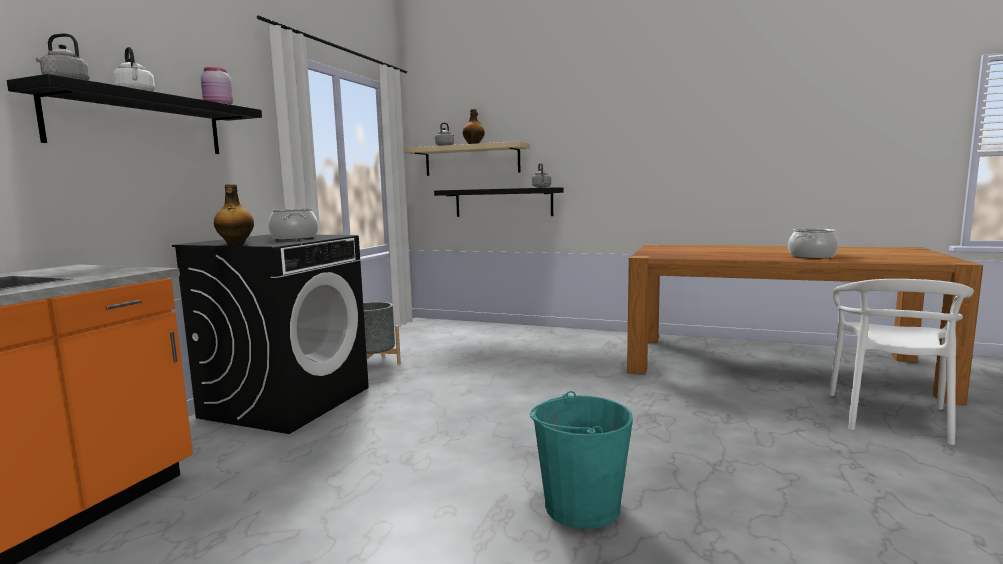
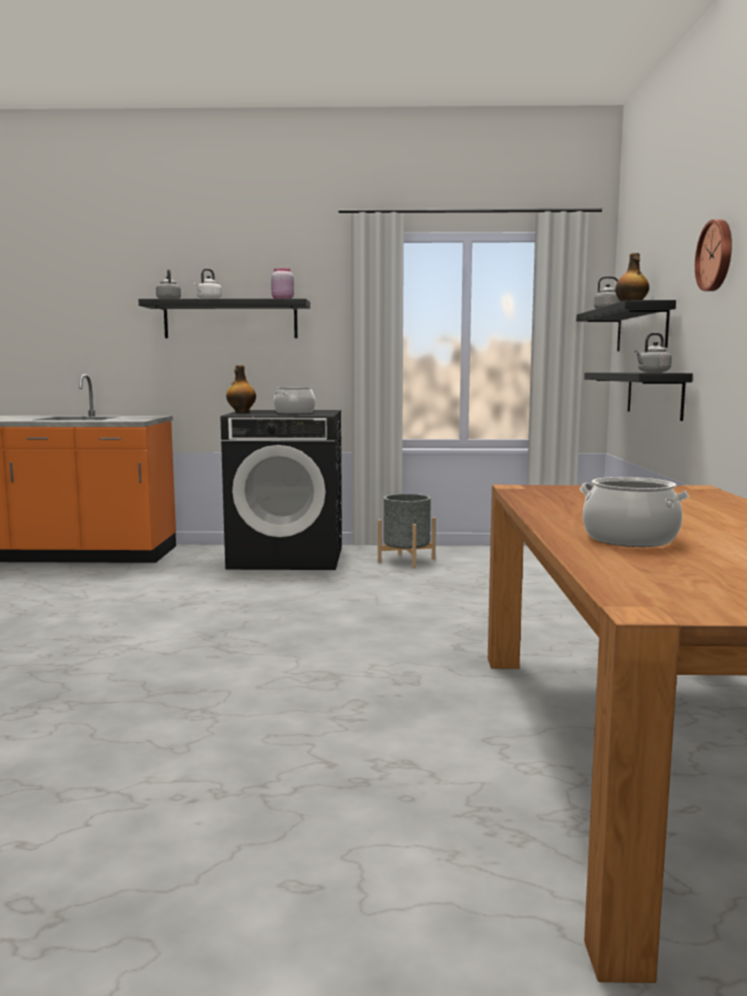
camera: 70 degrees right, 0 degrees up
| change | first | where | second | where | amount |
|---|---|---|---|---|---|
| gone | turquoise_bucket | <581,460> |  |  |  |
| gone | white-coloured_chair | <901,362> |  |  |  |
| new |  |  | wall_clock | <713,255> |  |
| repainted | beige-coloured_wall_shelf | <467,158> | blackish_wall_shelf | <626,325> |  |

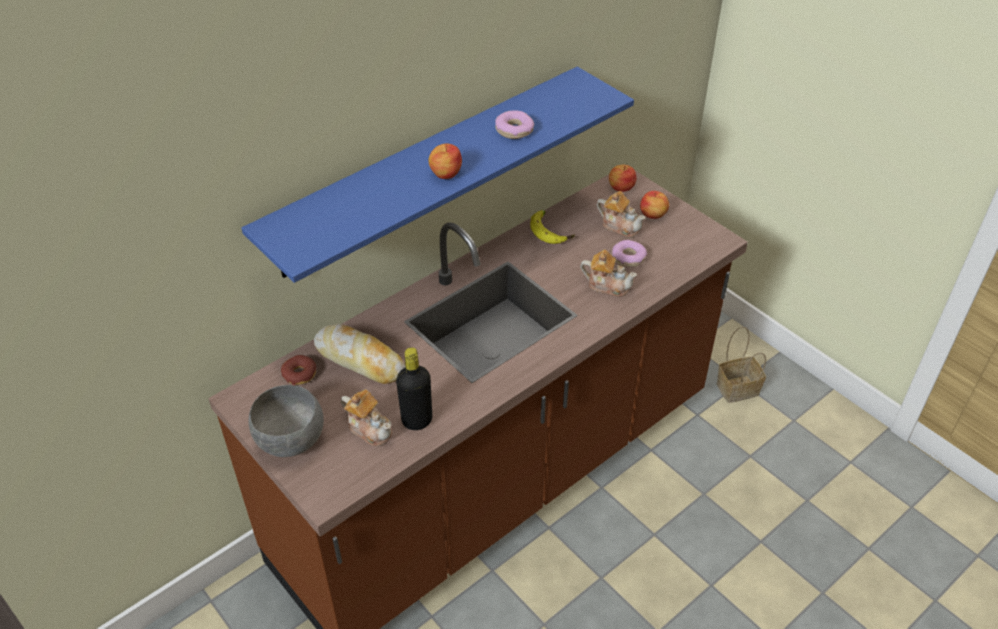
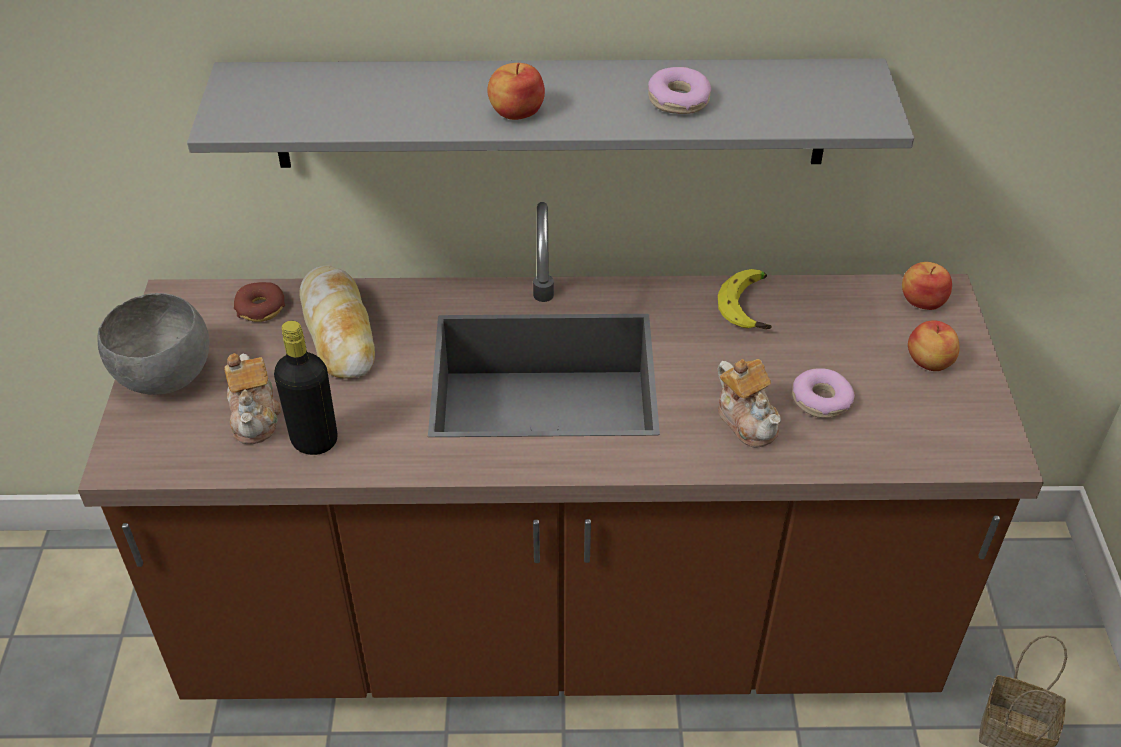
camera: 40 degrees right, 0 degrees up
| change | first | where | second | where | amount |
|---|---|---|---|---|---|
| gone | pot_for_tea | <621,214> |  |  |  |
| repainted | bluish_wall_shelf | <437,175> | gray_wall_shelf | <550,113> |  |

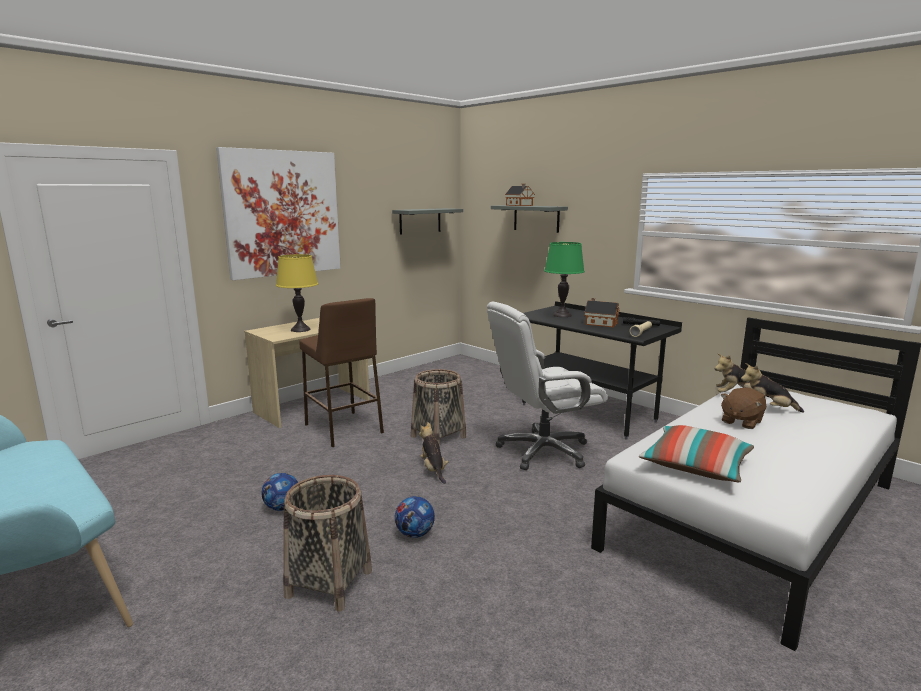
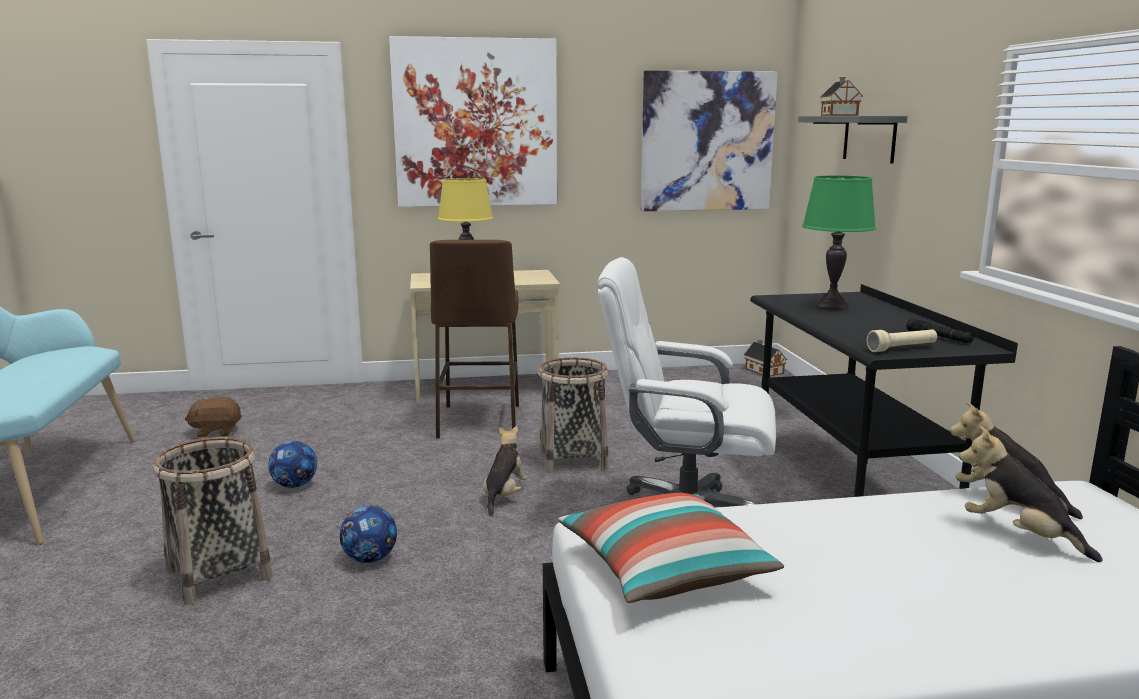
camera: 35 degrees right, 0 degrees up
| change | first | where | second | where | amount |
|---|---|---|---|---|---|
| shifted | model_house | <602,312> |  | <765,358> |  |
| shifted | brown-coloured_soft_toy | <743,408> |  | <213,417> |  |
| swapped | gray_wall_shelf | <427,221> | wall_art | <709,140> |  |

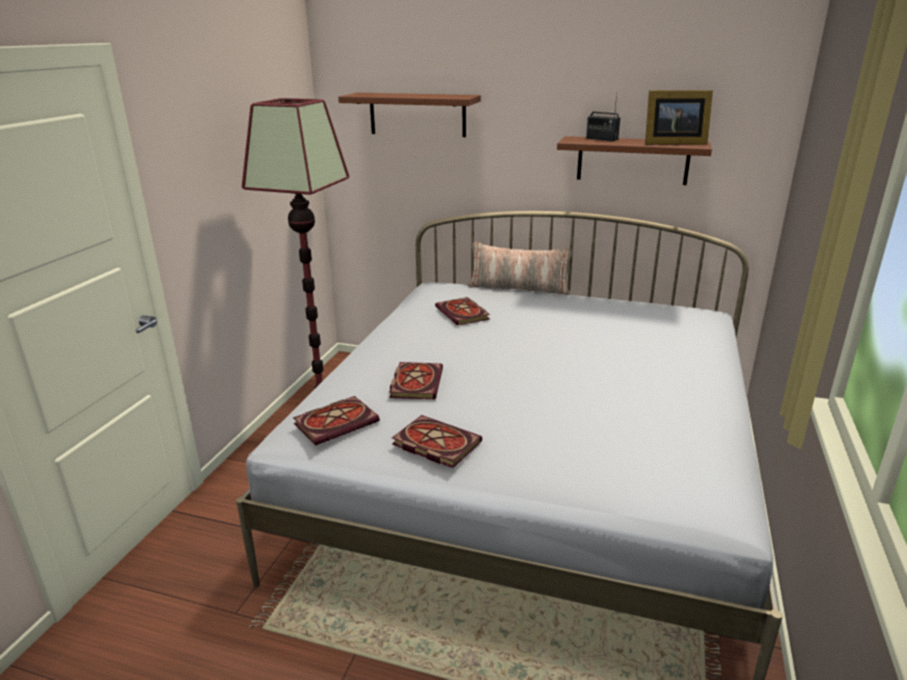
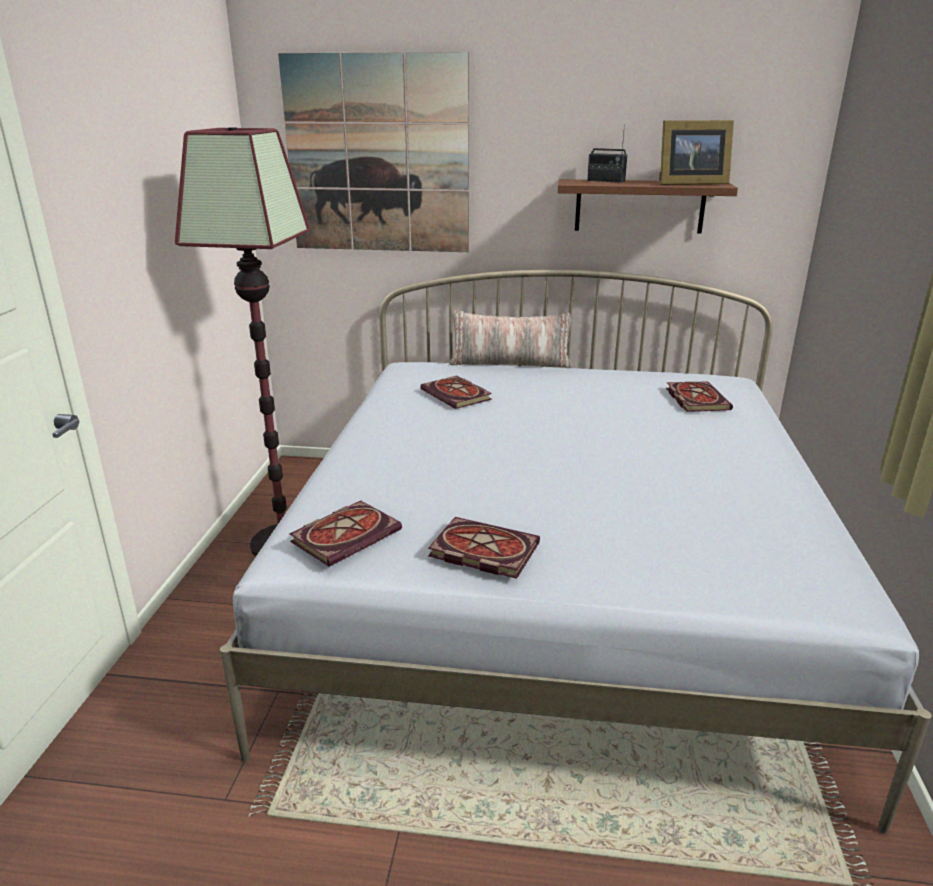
camera: 10 degrees left, 0 degrees up
| change | first | where | second | where | amount |
|---|---|---|---|---|---|
| shifted | volume | <416,380> |  | <699,396> |  |
| swapped | brown-coloured_wall_shelf | <409,115> | wall_art | <373,152> |  |

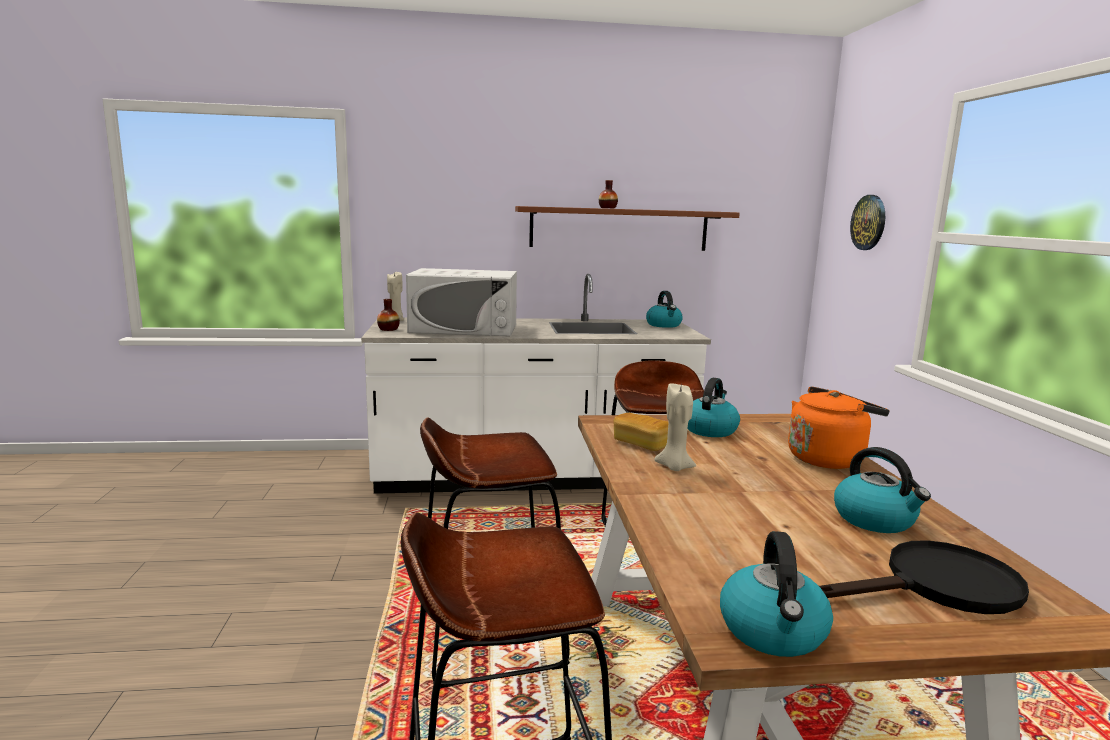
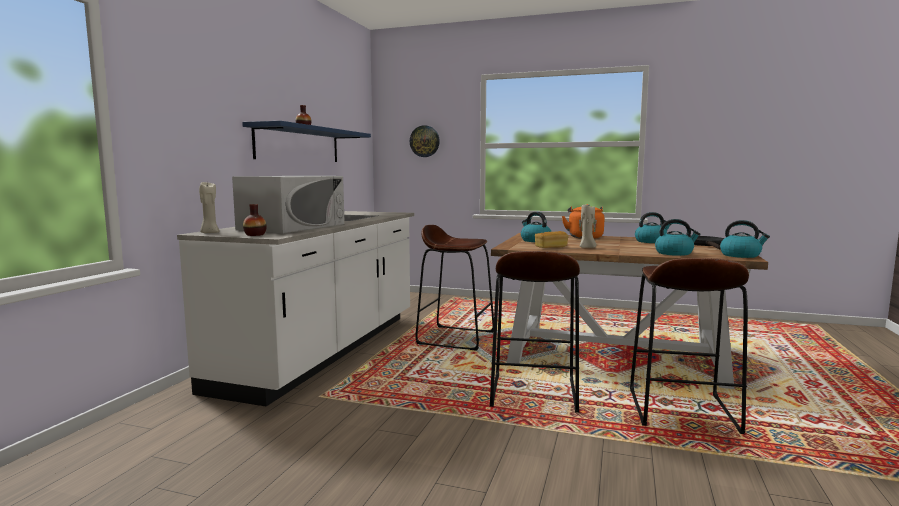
camera: 65 degrees left, 5 degrees down
| change | first | where | second | where | amount |
|---|---|---|---|---|---|
| shifted | water_kettle | <664,309> |  | <677,237> |  |
| repainted | brown-coloured_wall_shelf | <627,228> | bluish_wall_shelf | <306,141> |  |

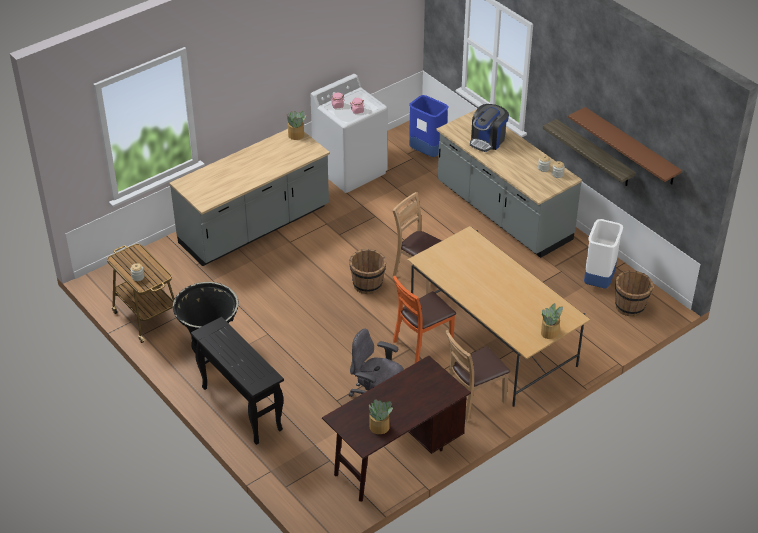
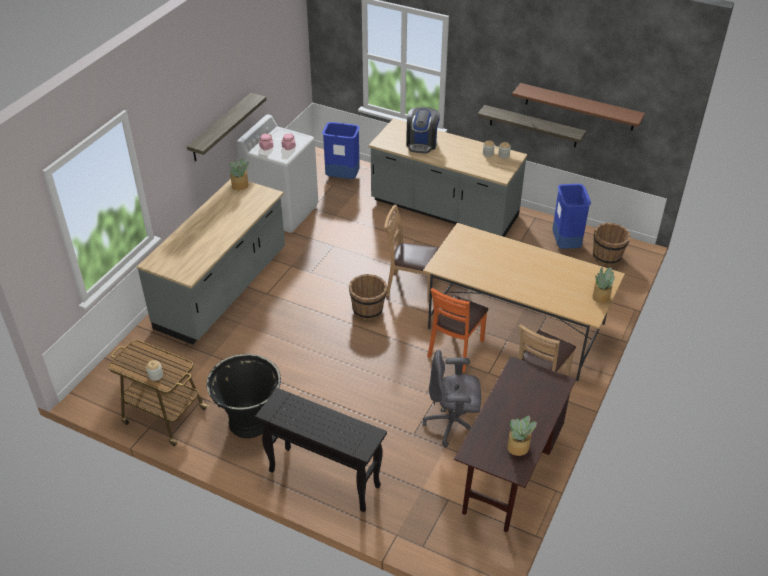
camera: 25 degrees left, 0 degrees up
| change | first | where | second | where | amount |
|---|---|---|---|---|---|
| new |  |  | wall_shelf | <226,127> |  |
| repainted | white-coloured_rubbish_bin | <603,253> | bluish_rubbish_bin | <571,216> |  |

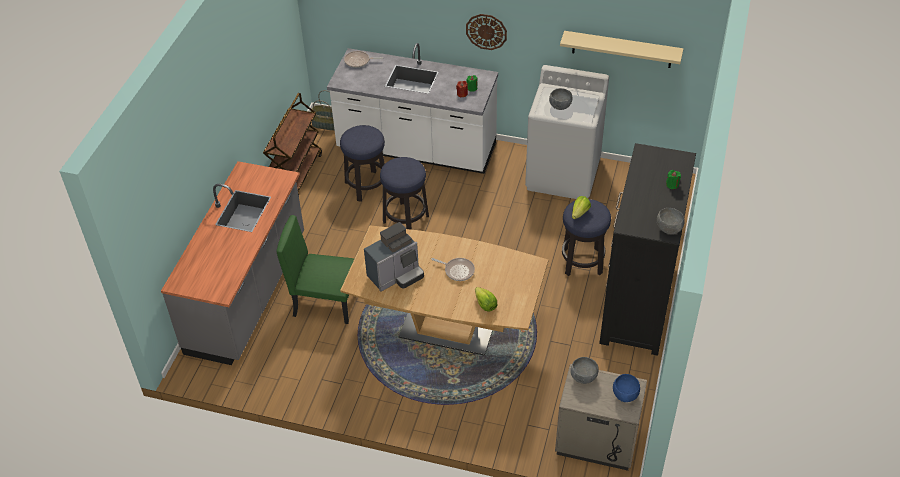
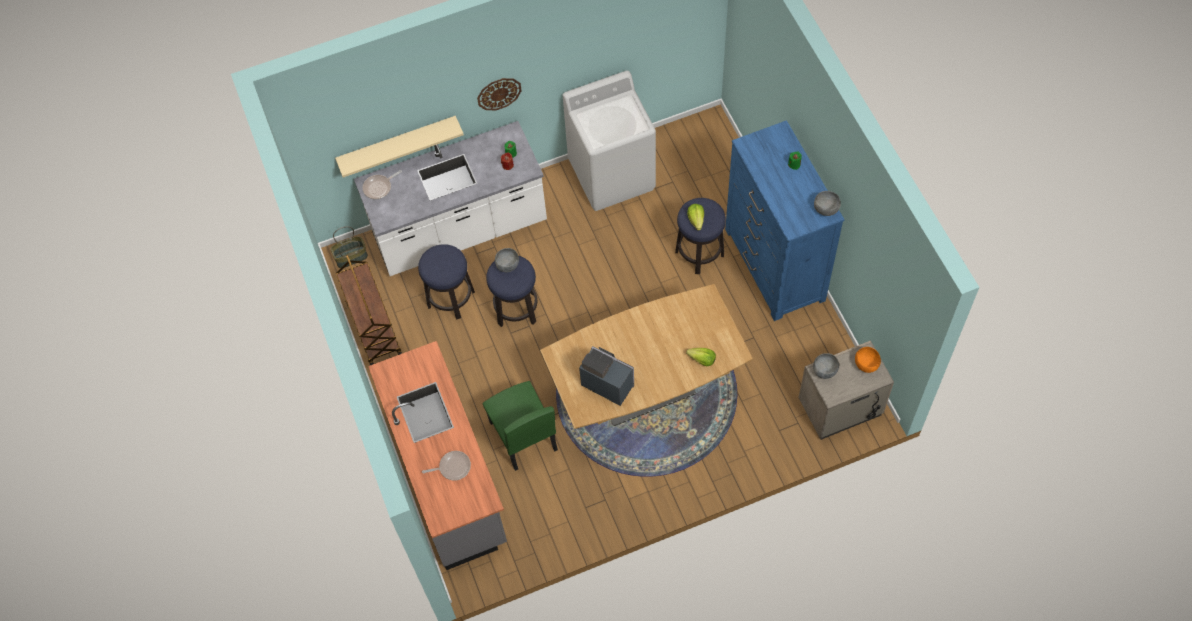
camera: 35 degrees left, 15 degrees up
| change | first | where | second | where | amount |
|---|---|---|---|---|---|
| shifted | skillet | <453,269> |  | <446,466> |  |
| shifted | gray_deep_dish | <560,99> |  | <507,260> |  |
| shifted | beige-coloured_wall_shelf | <622,49> |  | <399,147> |  |
| repainted | blackish_dresser | <647,249> | bluish_dresser | <785,220> |  |
| repainted | bluish_deep_dish | <626,388> | orange-coloured_deep_dish | <868,360> |  |
| rotated | green-coloured_chair | <315,269> |  | <520,426> | 90 degrees counterclockwise |
| rotated | coffee_machine | <394,257> |  | <606,376> | 75 degrees counterclockwise |

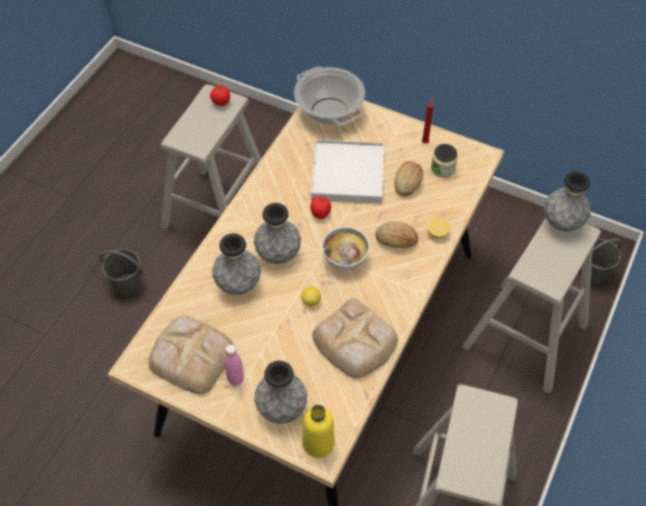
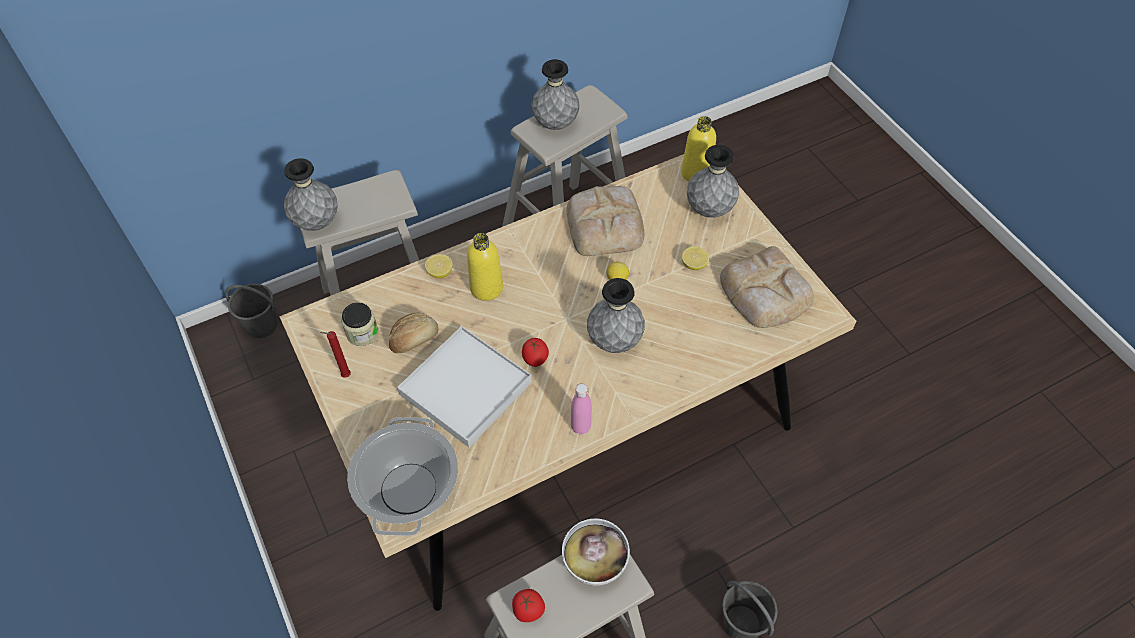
camera: 145 degrees left, 0 degrees up
| change | first | where | second | where | amount |
|---|---|---|---|---|---|
| new |  |  | whole_lemon | <695,258> |  |
| shifted | gray_vase | <236,264> |  | <555,94> |  |
| shifted | pinkish_beverage_bottle | <234,365> |  | <581,409> |  |
| shifted | deep_dish | <345,248> |  | <596,552> |  |
| swapped | bread | <396,234> | yellow_beverage_bottle | <485,267> |  |

